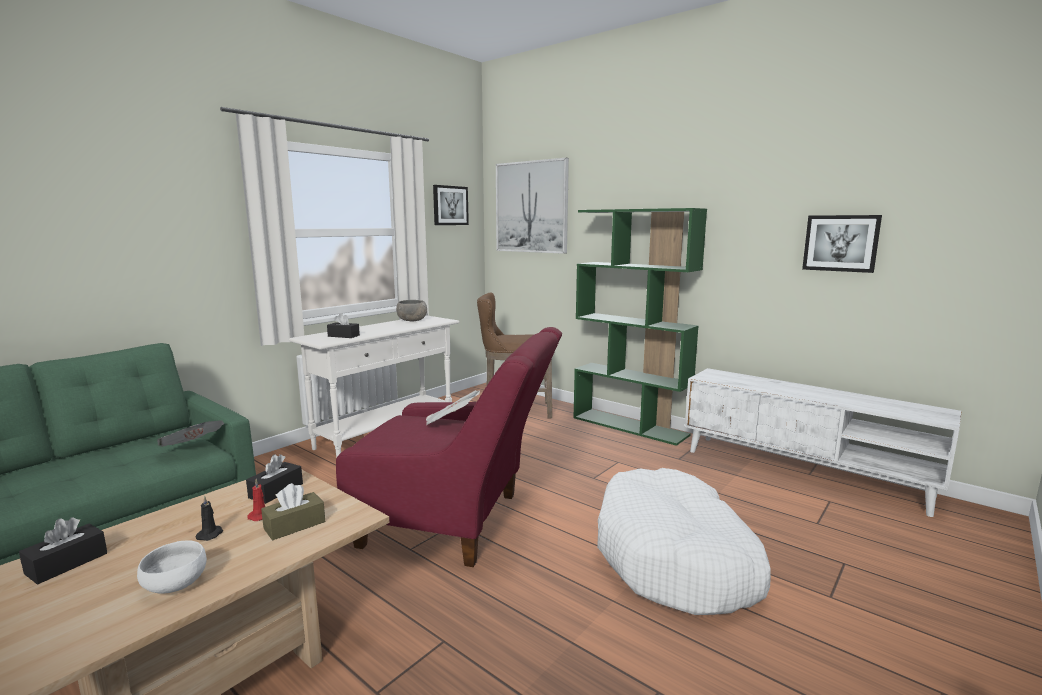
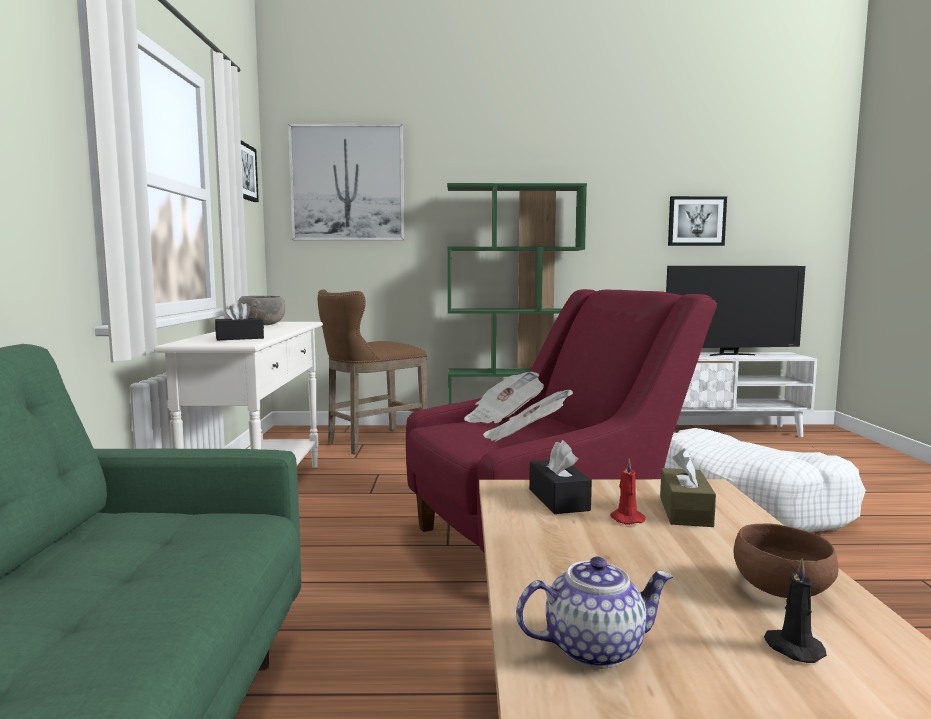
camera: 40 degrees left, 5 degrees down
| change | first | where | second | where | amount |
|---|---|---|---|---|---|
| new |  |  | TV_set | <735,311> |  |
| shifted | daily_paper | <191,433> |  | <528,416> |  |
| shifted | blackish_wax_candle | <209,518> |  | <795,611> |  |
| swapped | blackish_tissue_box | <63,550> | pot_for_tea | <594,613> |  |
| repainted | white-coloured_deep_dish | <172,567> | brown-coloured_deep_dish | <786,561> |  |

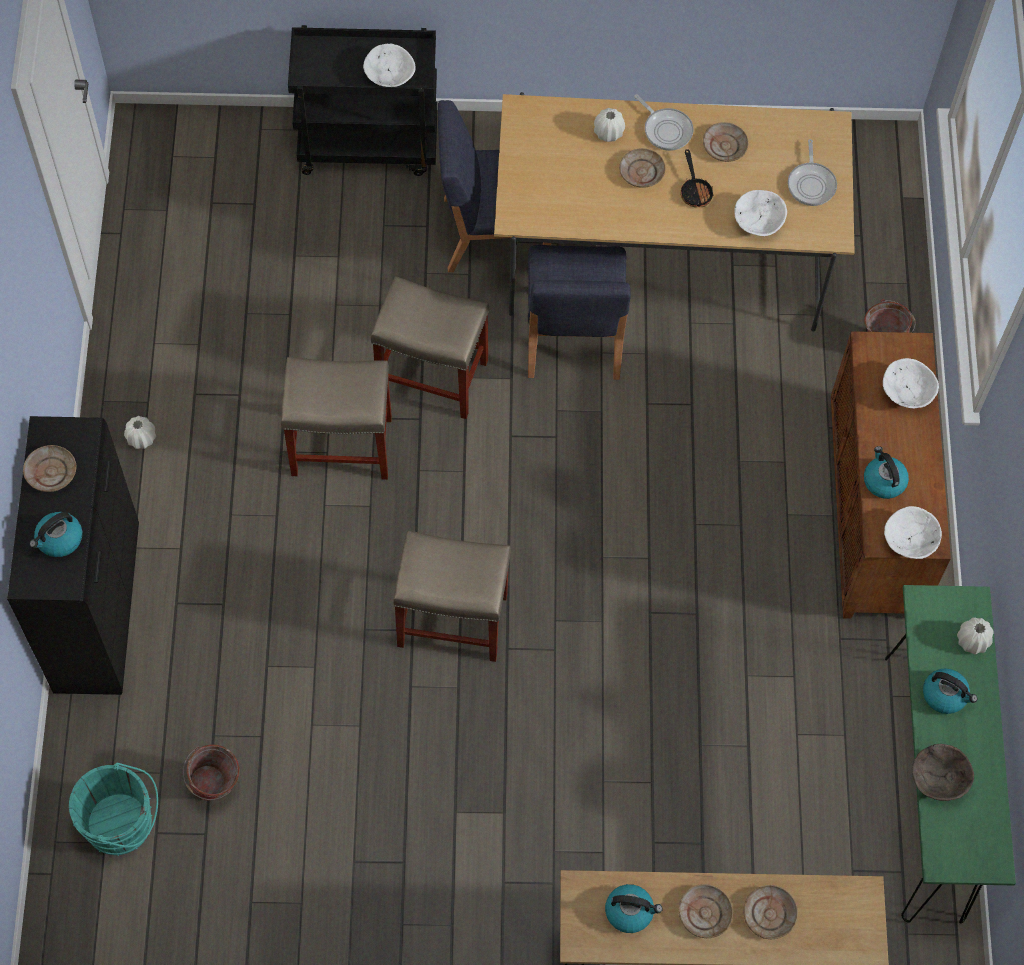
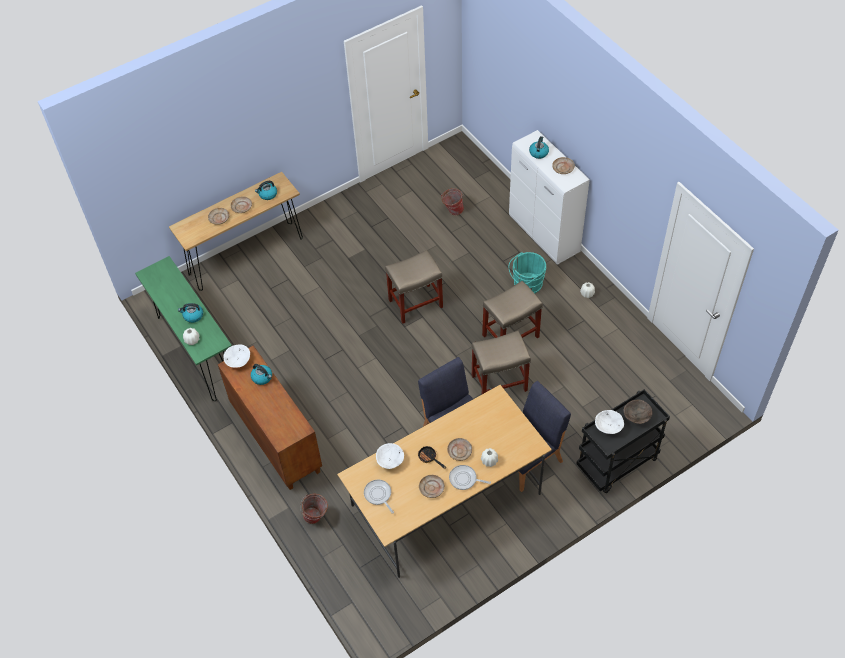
camera: 150 degrees right, 10 degrees down
| change | first | where | second | where | amount |
|---|---|---|---|---|---|
| gone | white-coloured_deep_dish | <911,383> |  |  |  |
| shifted | turquoise_bucket | <113,809> |  | <527,272> |  |
| shifted | brown-coloured_deep_dish | <943,772> |  | <637,411> |  |
| repainted | blackish_cupboard | <73,555> | white-coloured_cupboard | <549,197> |  |

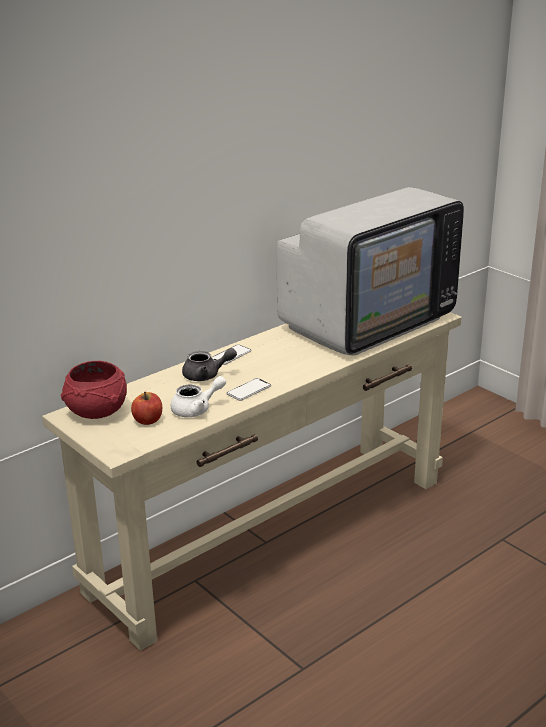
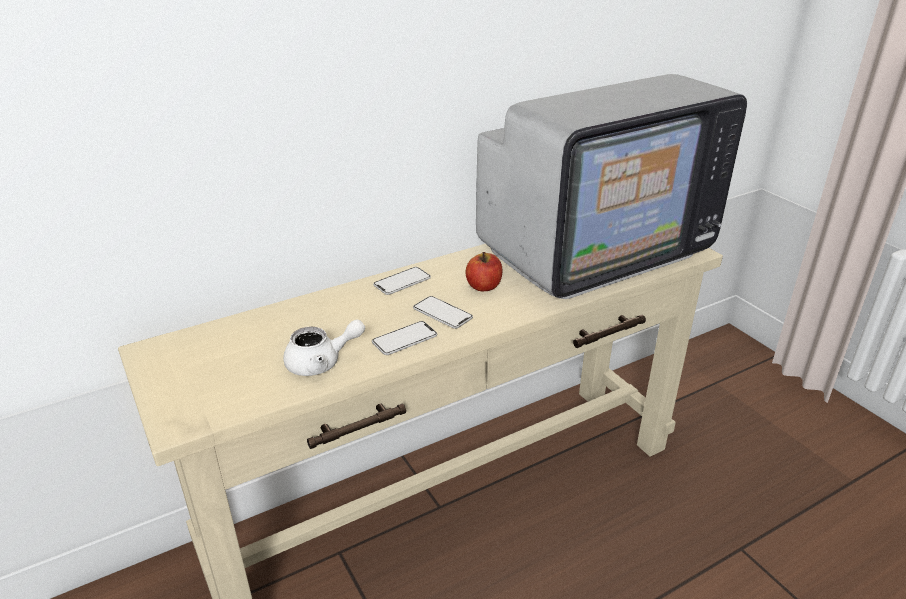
camera: 10 degrees right, 5 degrees up
| change | first | where | second | where | amount |
|---|---|---|---|---|---|
| gone | red-coloured_deep_dish | <94,390> |  |  |  |
| gone | gray_pot_for_tea | <209,364> |  |  |  |
| new |  |  | telephone | <443,312> |  |
| shifted | whole_apple | <146,408> |  | <484,271> |  |

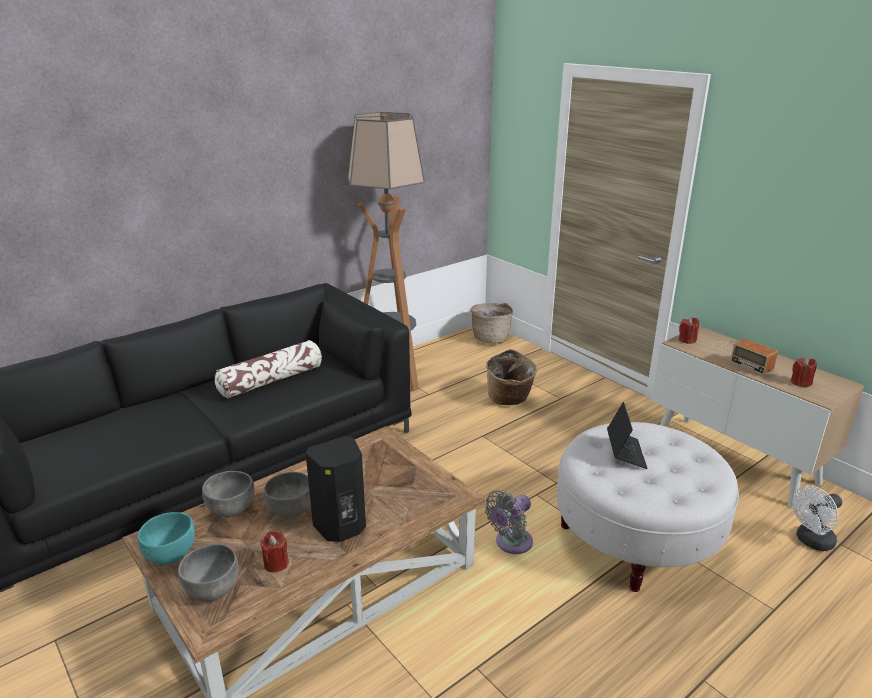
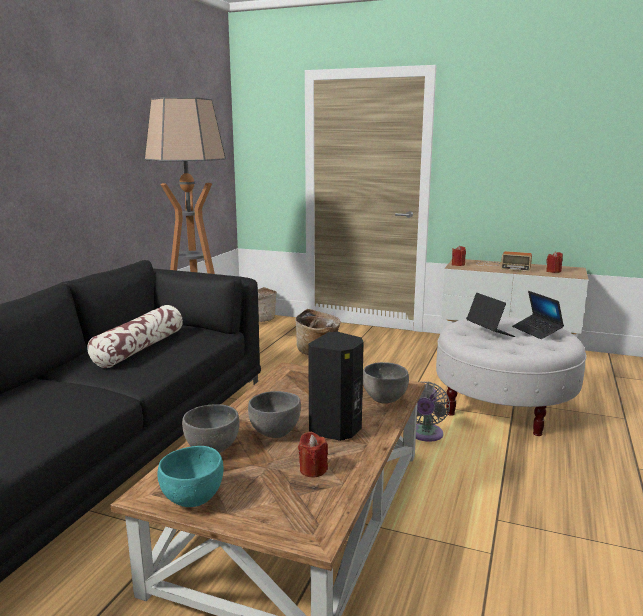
camera: 30 degrees left, 10 degrees down
| change | first | where | second | where | amount |
|---|---|---|---|---|---|
| gone | white-coloured_electric_fan | <817,518> |  |  |  |
| new |  |  | portable_computer | <538,315> |  |
| shifted | gray_deep_dish | <208,573> |  | <386,383> |  |

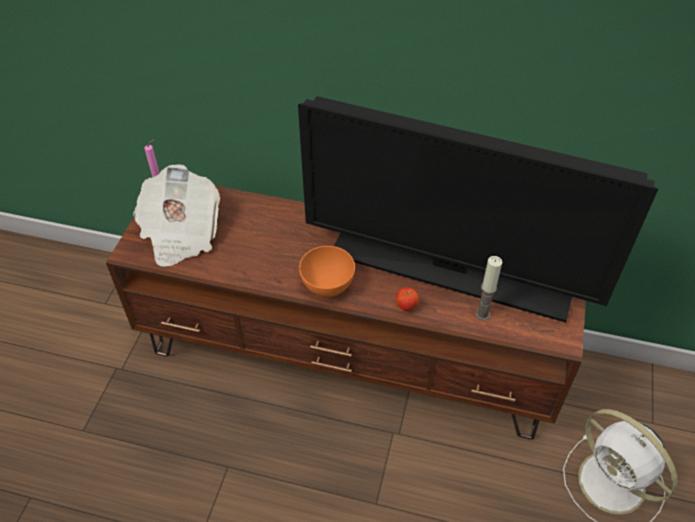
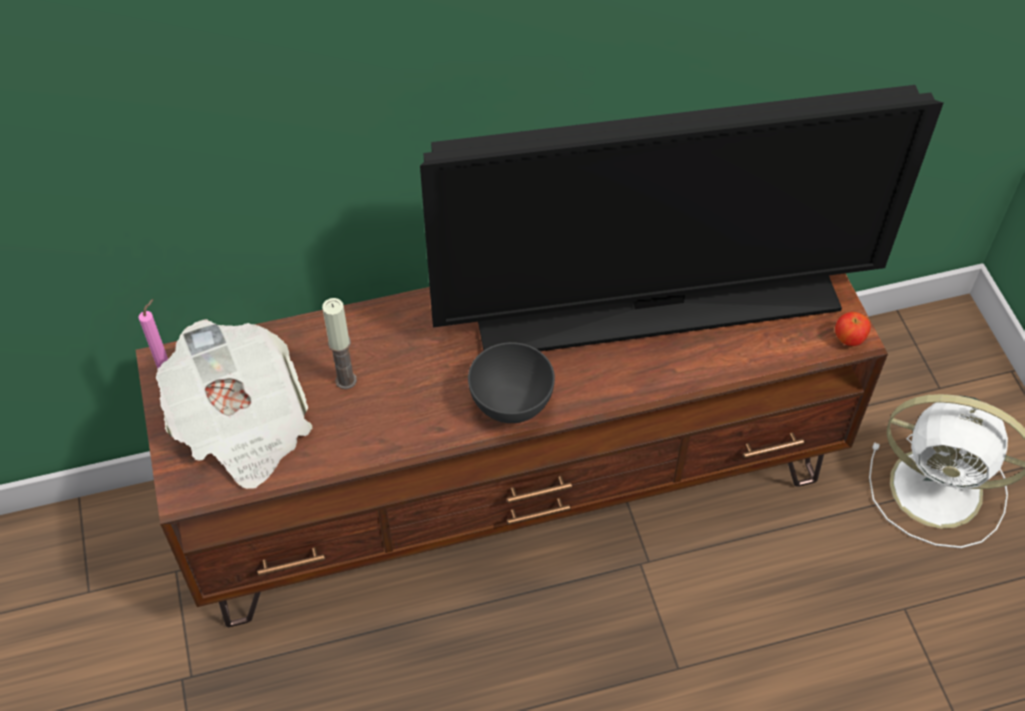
camera: 30 degrees left, 5 degrees up
| change | first | where | second | where | amount |
|---|---|---|---|---|---|
| shifted | whole_apple | <407,299> |  | <853,329> |  |
| shifted | wax_candle | <489,288> |  | <339,343> |  |
| repainted | orange-coloured_deep_dish | <327,271> | gray_deep_dish | <511,382> |  |

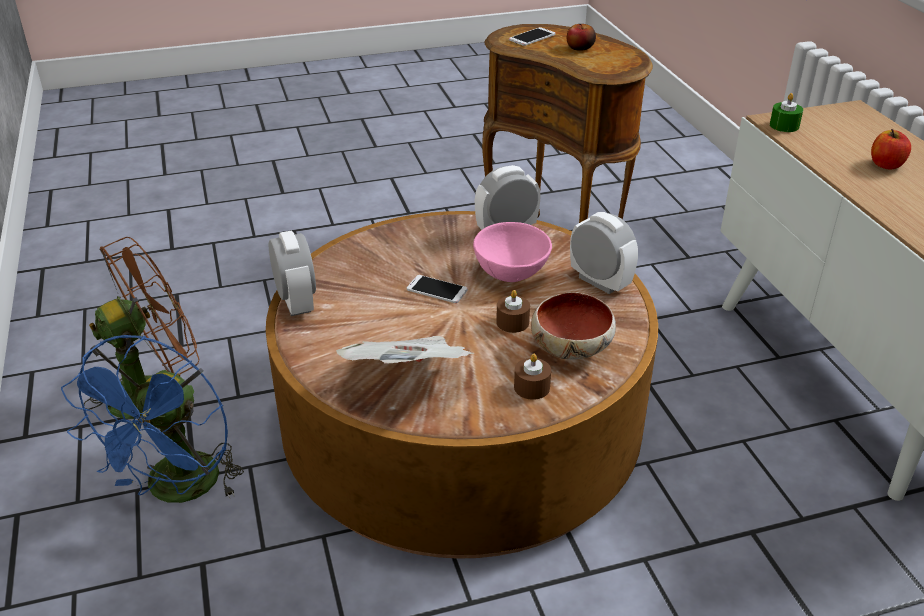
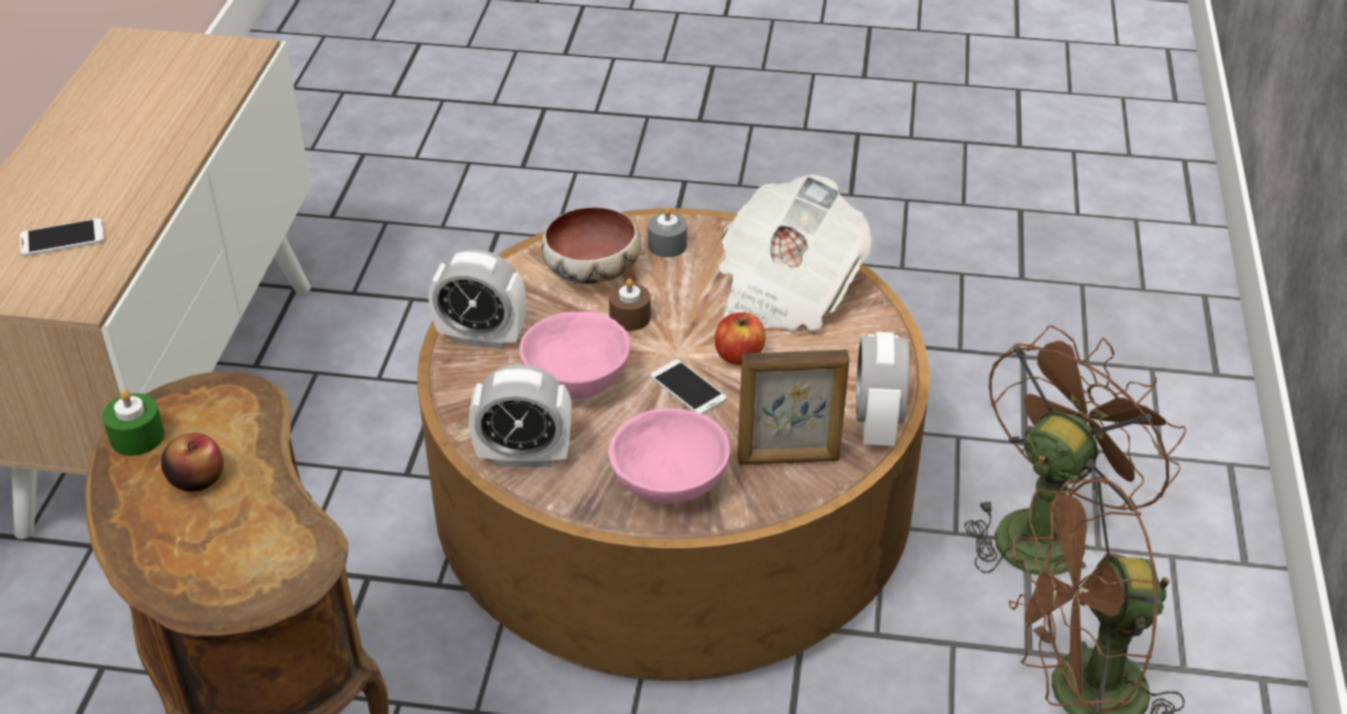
camera: 155 degrees left, 5 degrees up
| change | first | where | second | where | amount |
|---|---|---|---|---|---|
| new |  |  | pinkish_deep_dish | <669,456> |  |
| new |  |  | standing_frame | <793,407> |  |
| shifted | telephone | <532,36> |  | <62,237> |  |
| shifted | green-coloured_wax_candle | <786,112> |  | <133,422> |  |
| shifted | whole_apple | <891,149> |  | <740,338> |  |
| repainted | bluish_electric_fan | <152,419> | brown-coloured_electric_fan | <1075,450> |  |
| repainted | brown-coloured_wax_candle | <532,377> | gray_wax_candle | <667,232> |  |
| rotated | table_clock | <604,253> |  | <477,299> | 60 degrees counterclockwise |

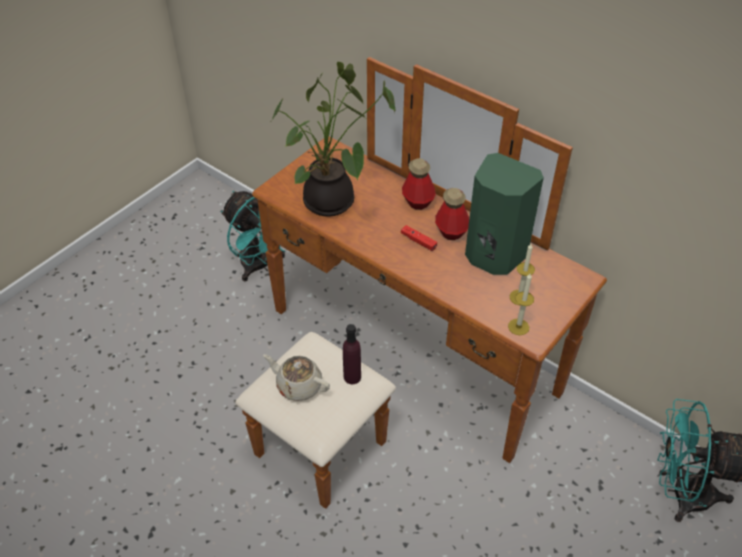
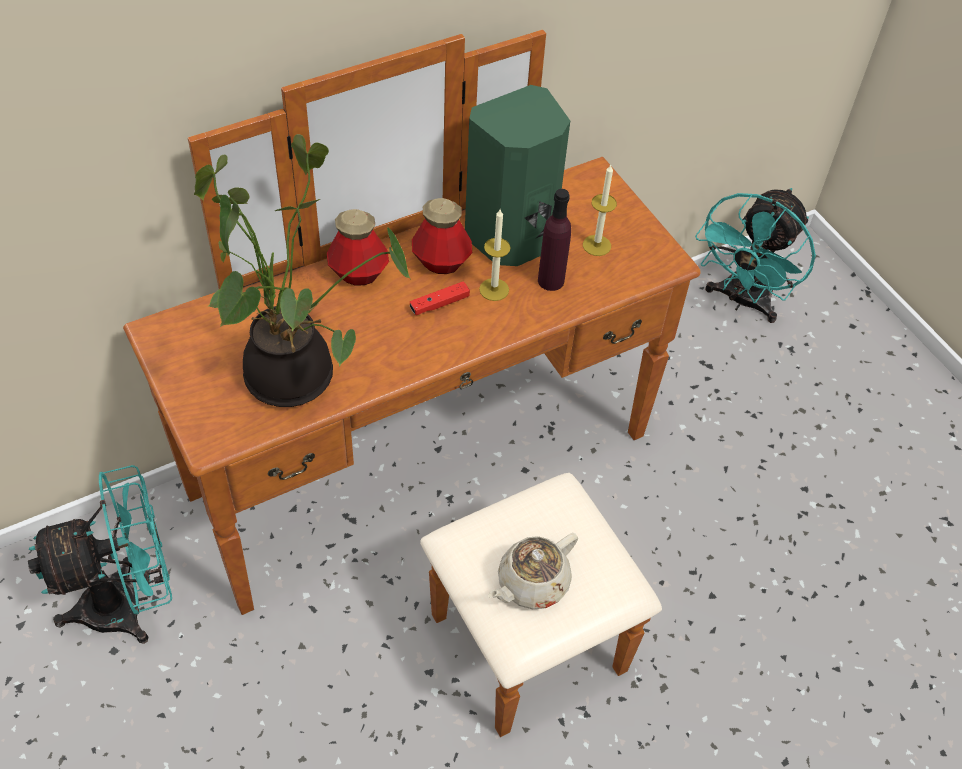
camera: 70 degrees left, 5 degrees up
| change | first | where | second | where | amount |
|---|---|---|---|---|---|
| shifted | purple_beverage_bottle | <352,354> |  | <554,240> |  |
| shifted | wax_candle | <521,304> |  | <495,255> |  |

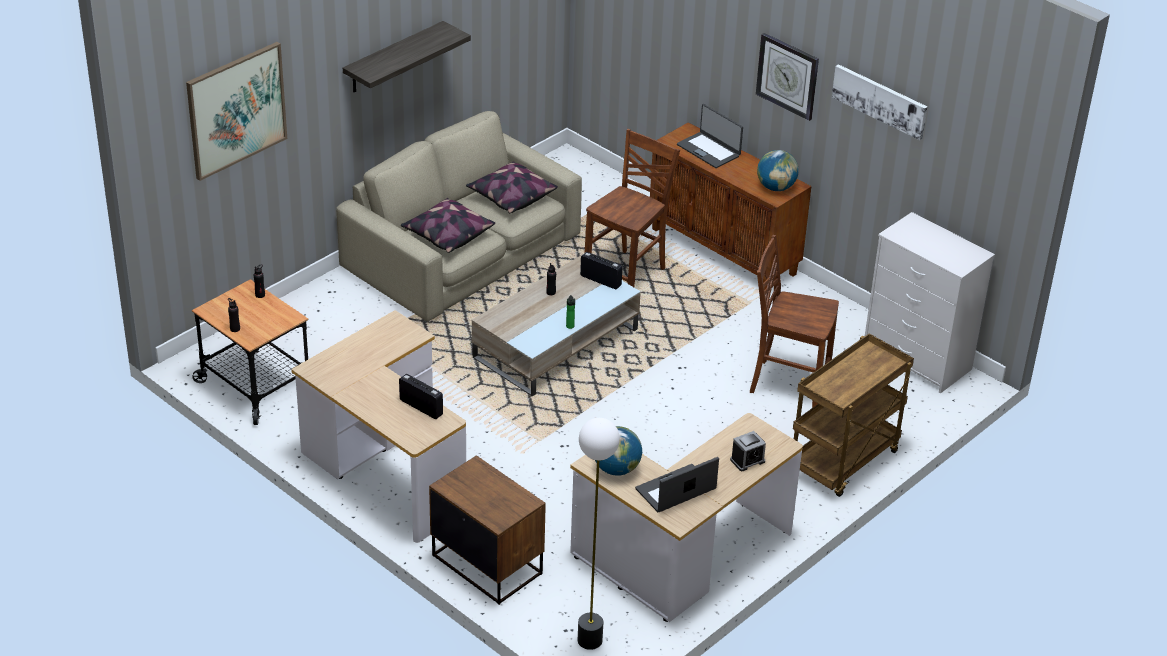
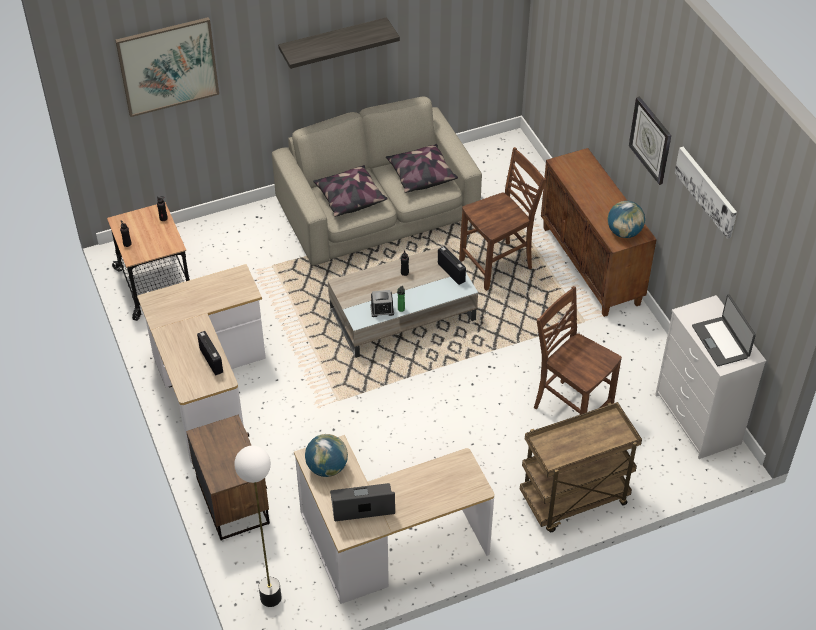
camera: 25 degrees right, 10 degrees up
| change | first | where | second | where | amount |
|---|---|---|---|---|---|
| shifted | portable_computer | <710,136> |  | <724,330> |  |
| shifted | table_clock | <748,451> |  | <382,303> |  |

